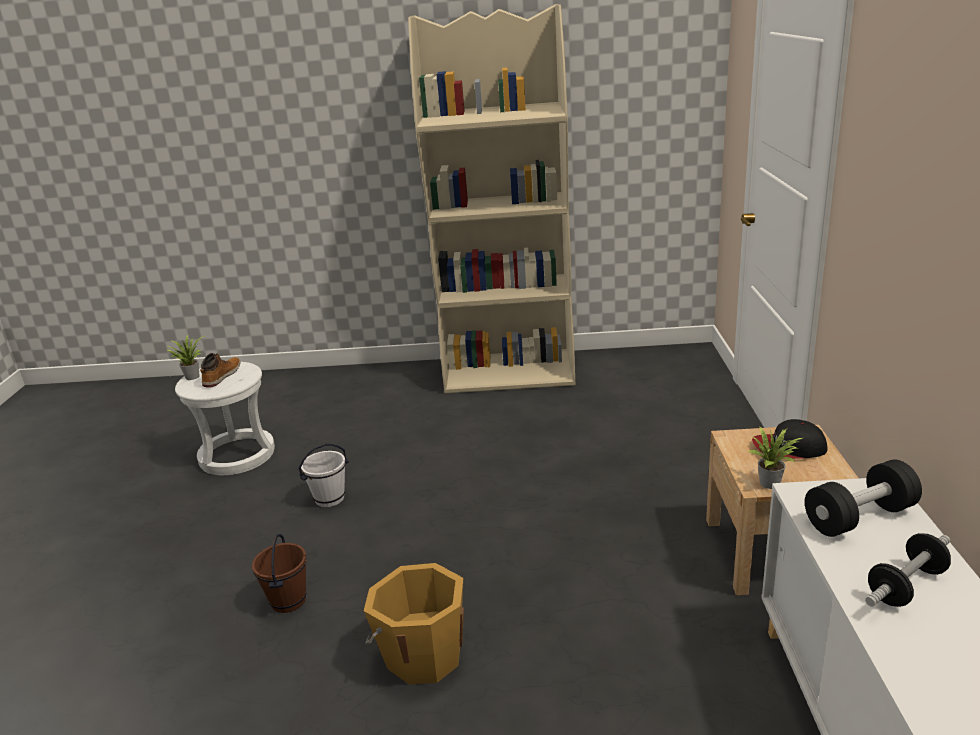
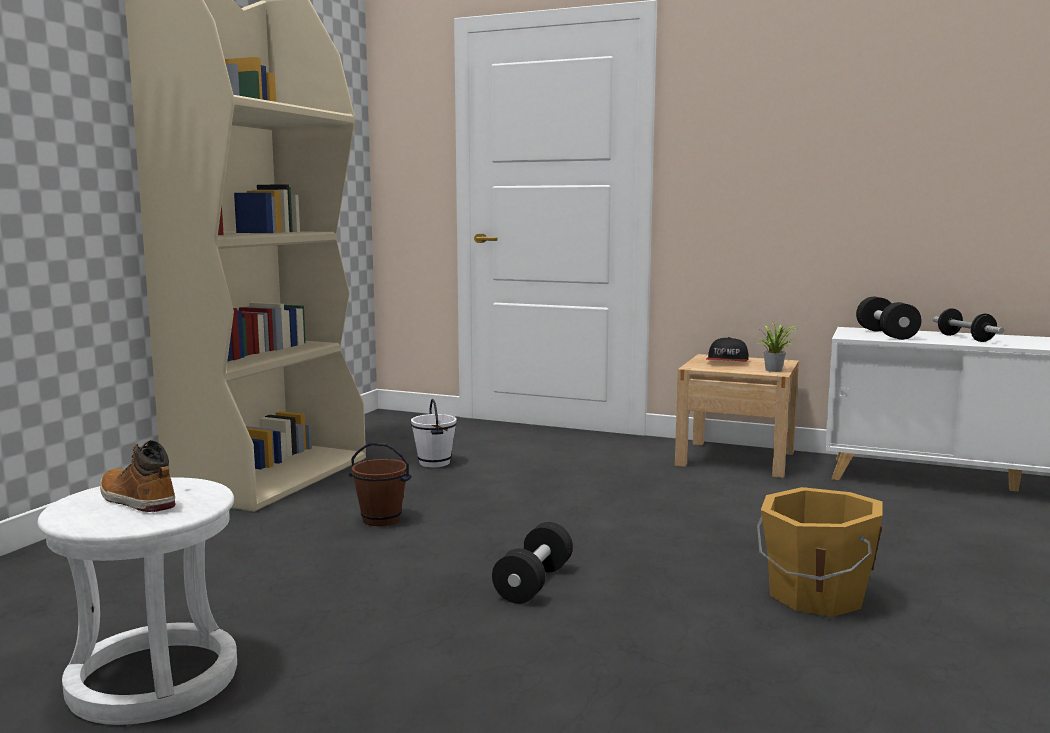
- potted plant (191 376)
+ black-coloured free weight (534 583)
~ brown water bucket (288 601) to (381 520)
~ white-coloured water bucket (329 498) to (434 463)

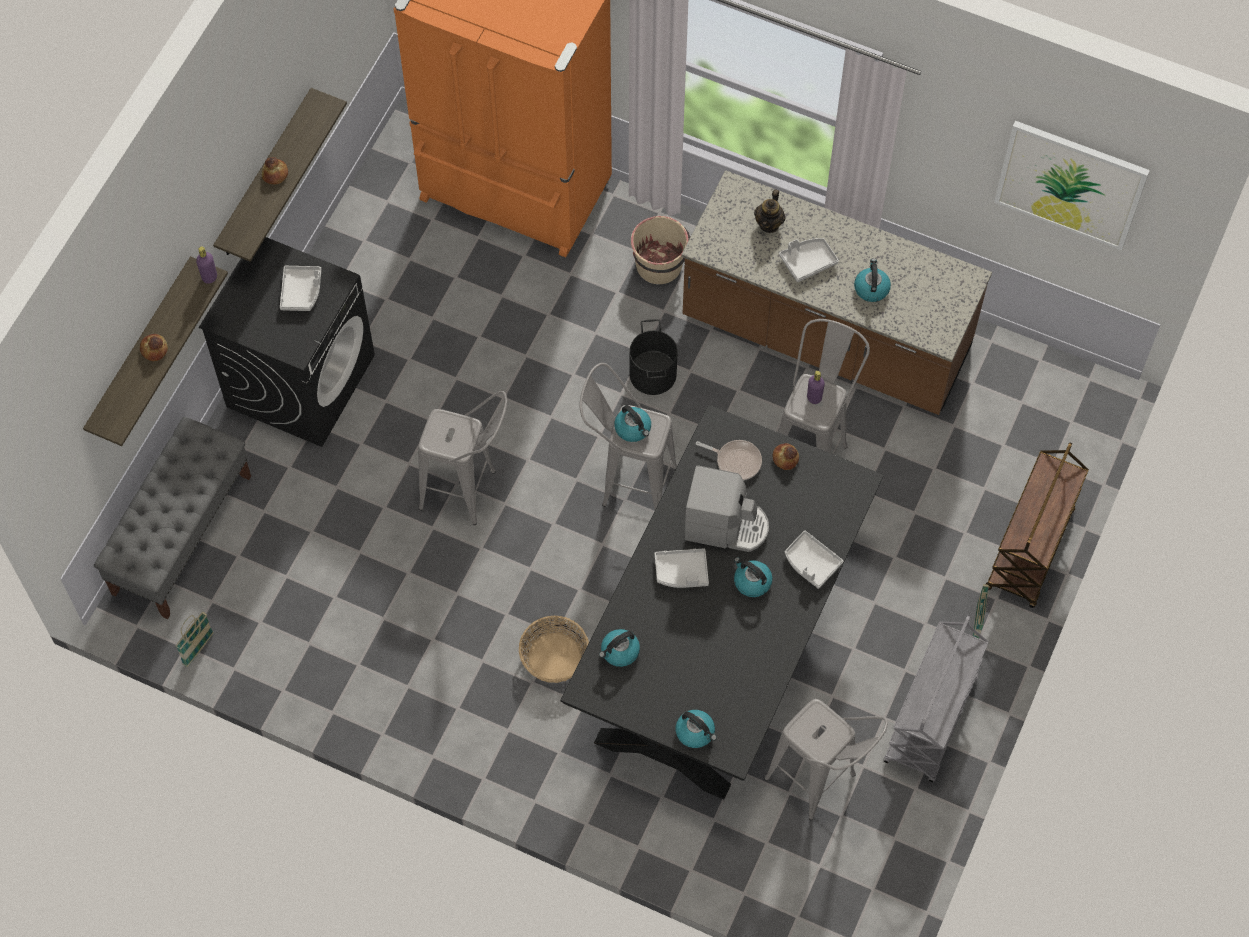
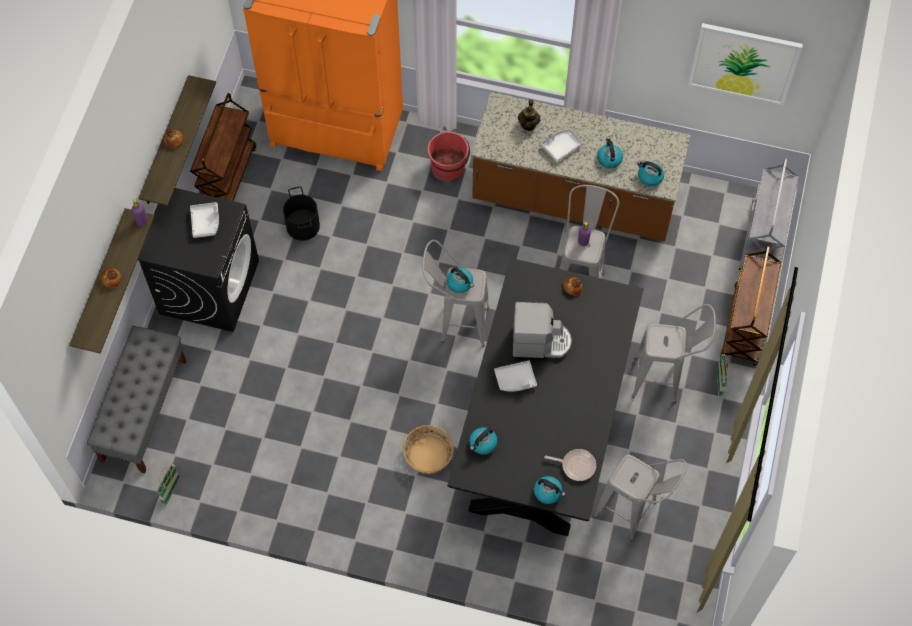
- gray serving tray (811 563)
+ brown wheeled cart (227 176)
~ gray stool seat (470 494) to (664 380)
~ black-coloured water bucket (652 374) to (302 226)
~ skillet (736 461) to (576 465)
~ kettle (751 582) to (649 177)
~ gray wheeled cart (930 721) to (763 240)
~ beige-coloured water bucket (659 266) to red water bucket (448 167)

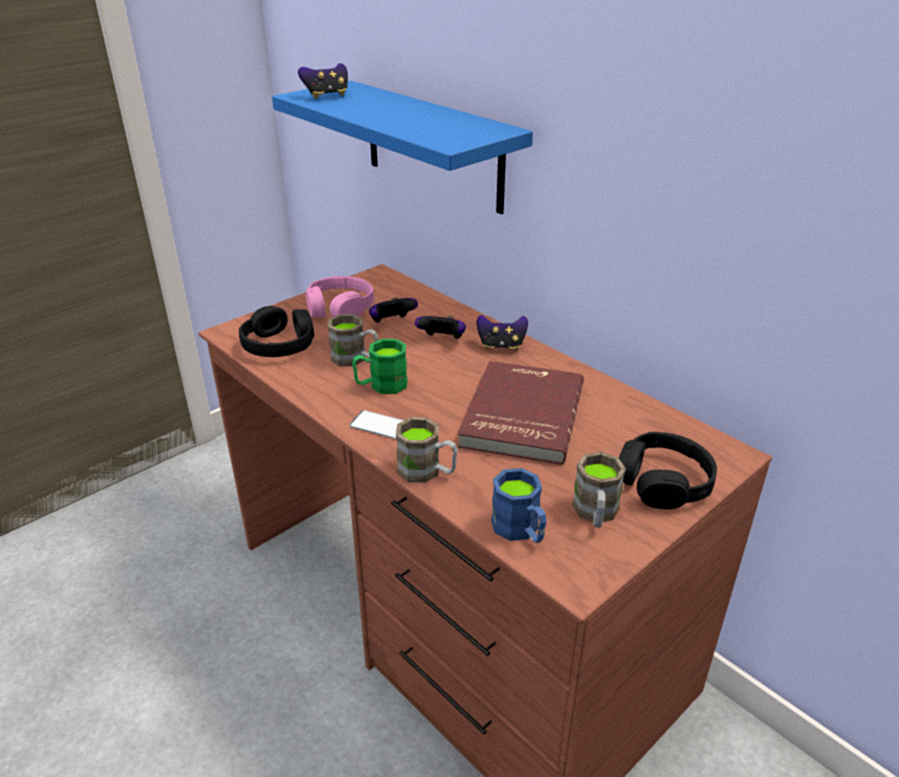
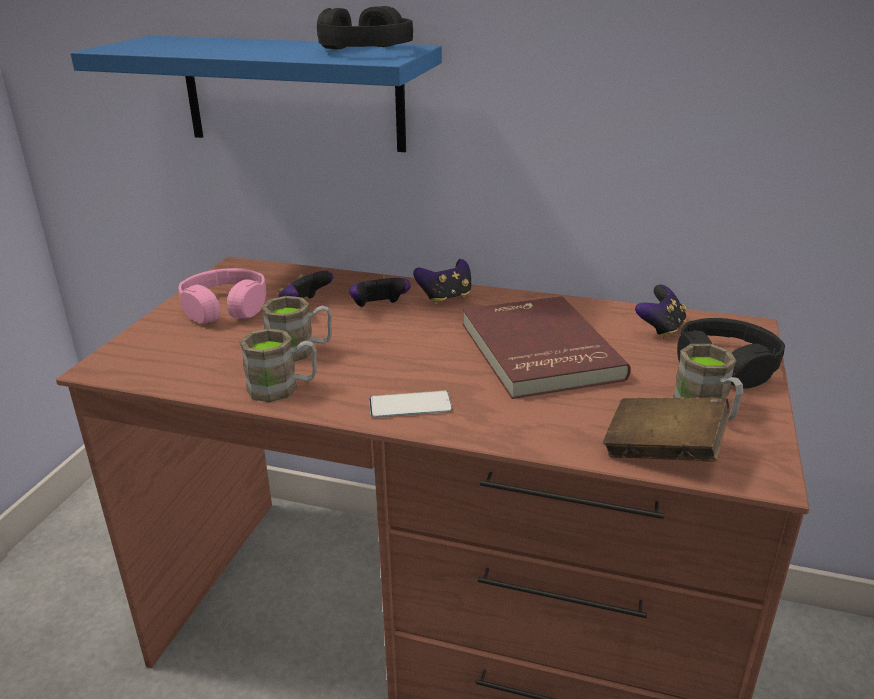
- greenish tea mug (381 385)
~ black-coloured headphones (279 344) to (364 50)
~ joypad (326 96) to (660 329)
~ brown tea mug (427 471) to (283 388)
~ blue-coloured tea mug (520 530) to brown volume (662 452)

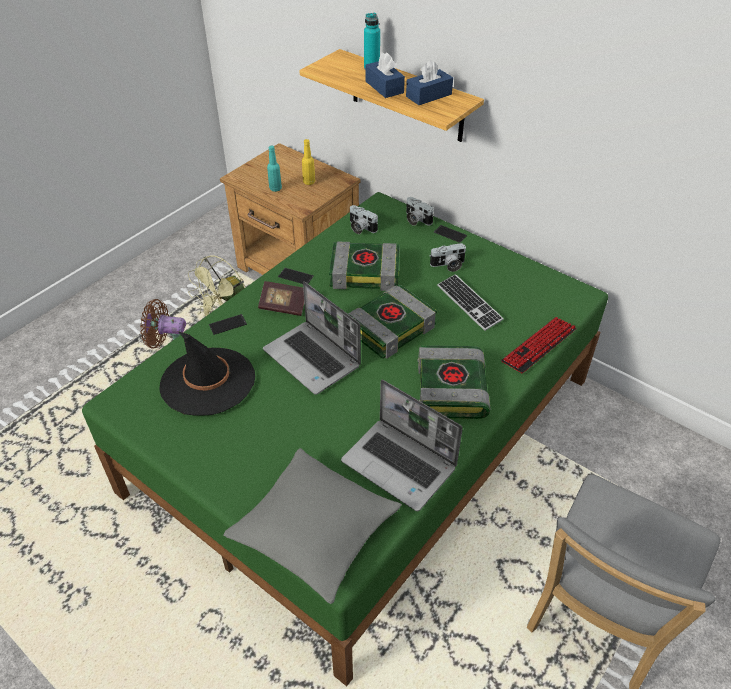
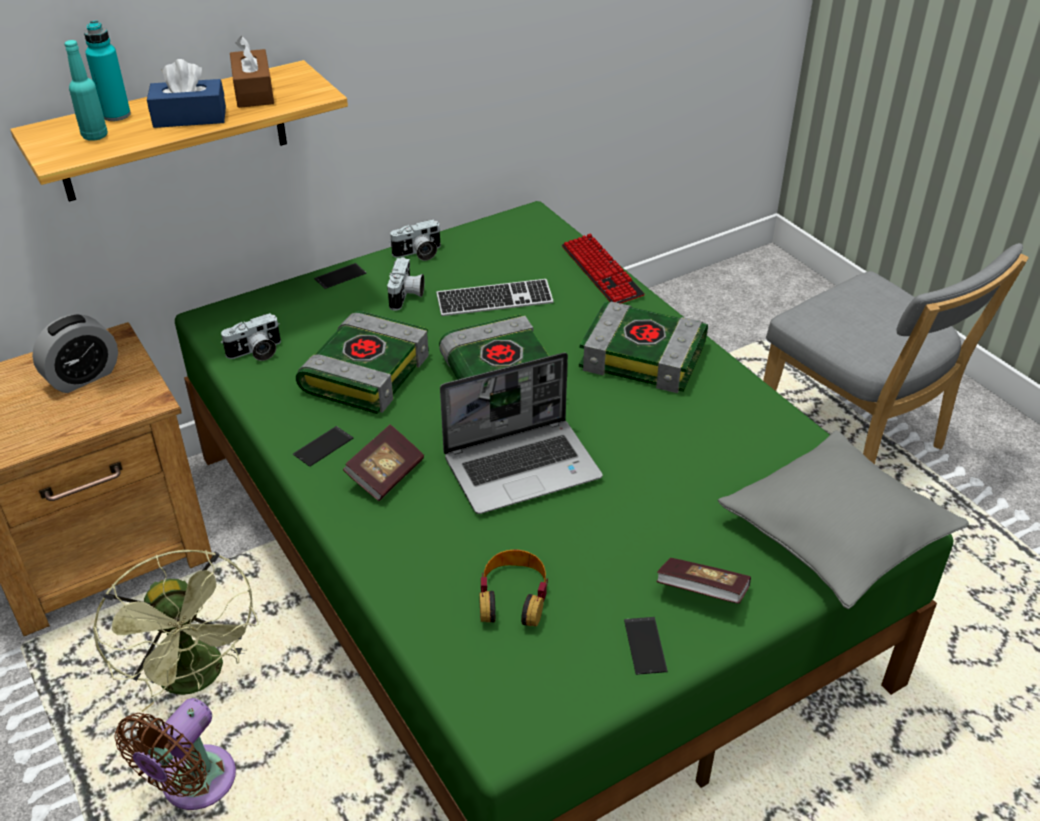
- notebook computer (400 465)
+ volume (701 592)
~ handset (228 324) to (645 645)
~ turquoise-coloured drink bottle (275 188) to (95 136)
~ photo camera (416 219) to (418 254)
~ black-coloured wearable hat (207 381) to headphones (513 596)
~ yellow drink bottle (309 182) to alarm clock (83 377)
~ blue-coloured box of tissues (428 95) to brown box of tissues (254 91)

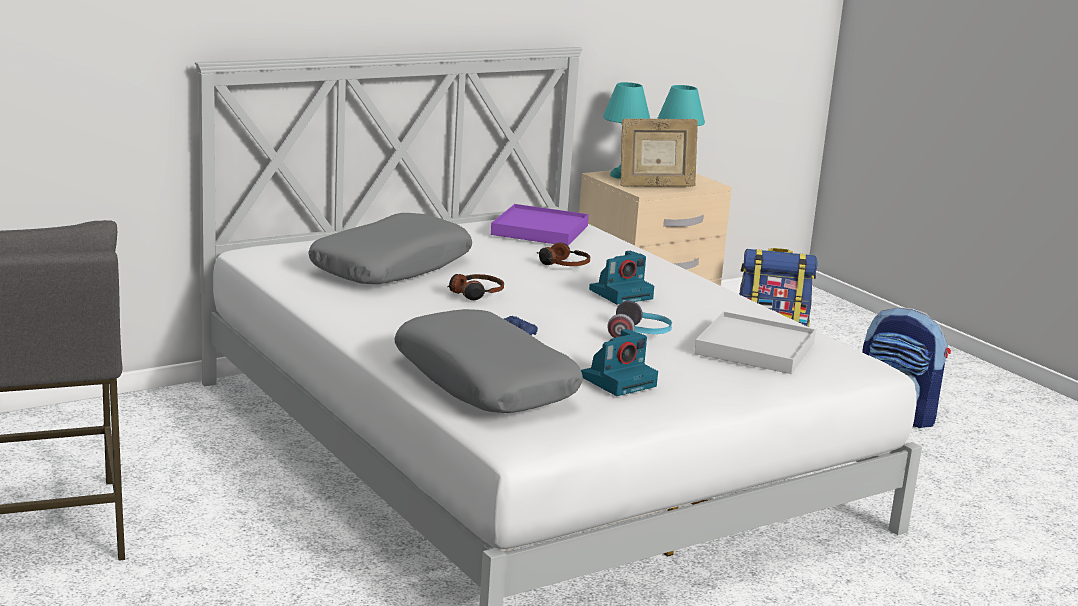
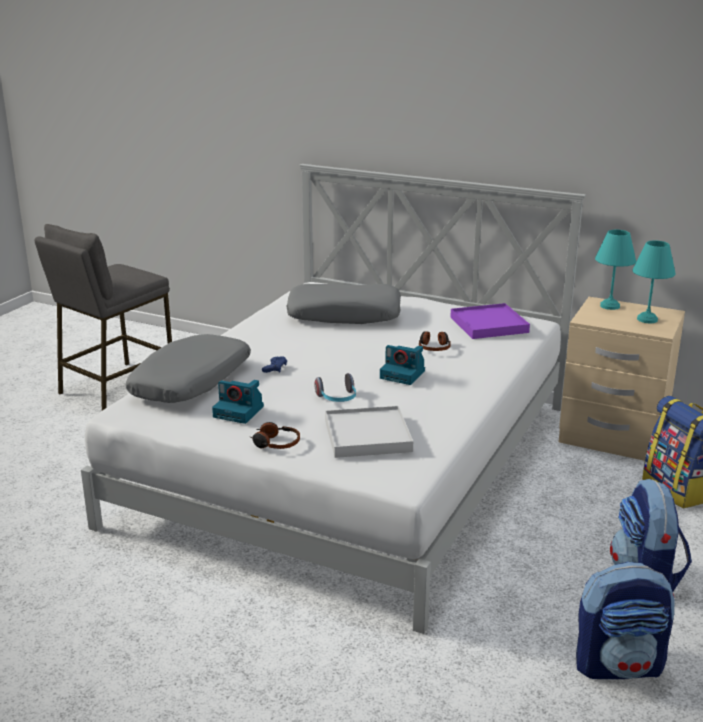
- picture frame (655 186)
+ rucksack (619 665)
~ headphones (475 293) to (275 443)

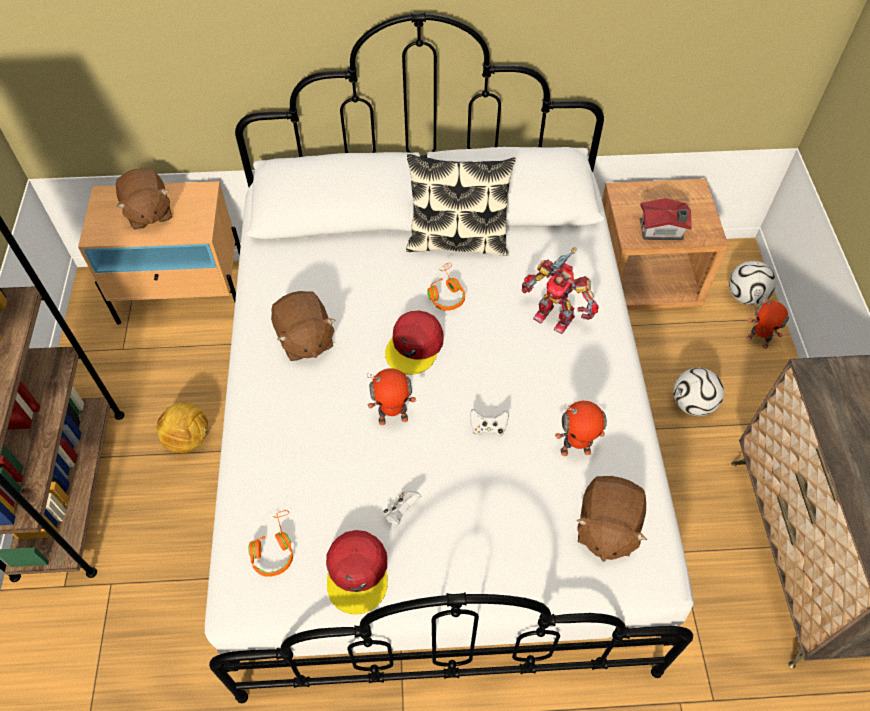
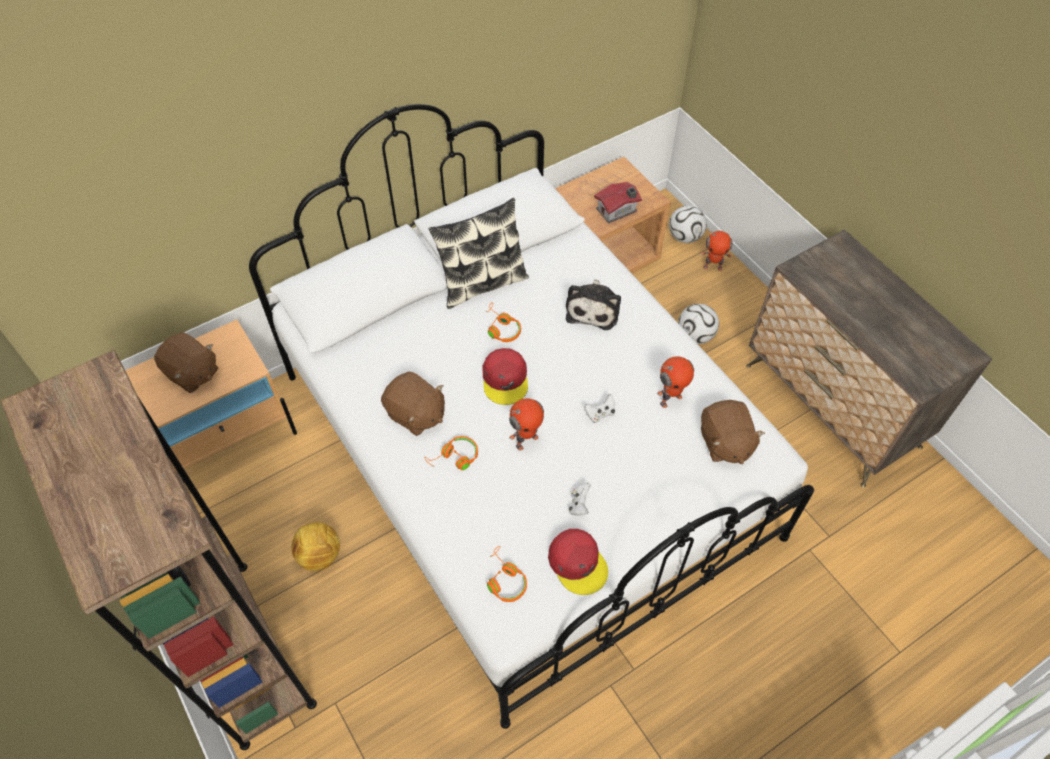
+ orangey headphones (454 458)
~ toy robot (555 316) to cuddly toy (593 309)

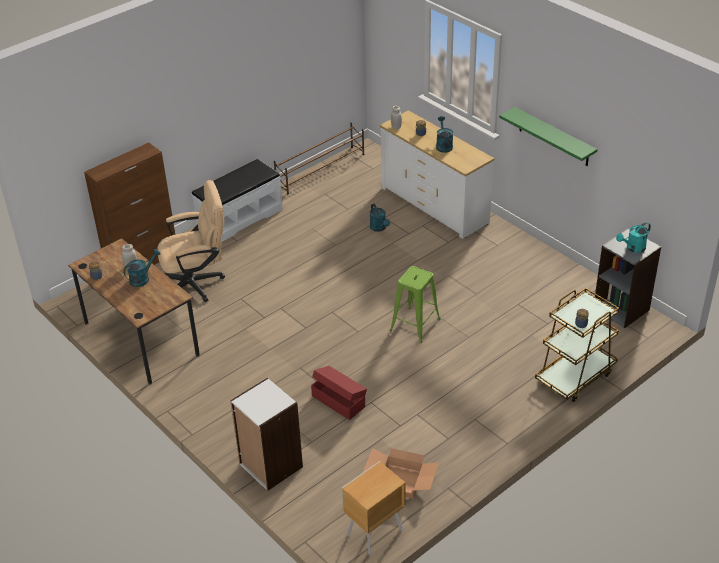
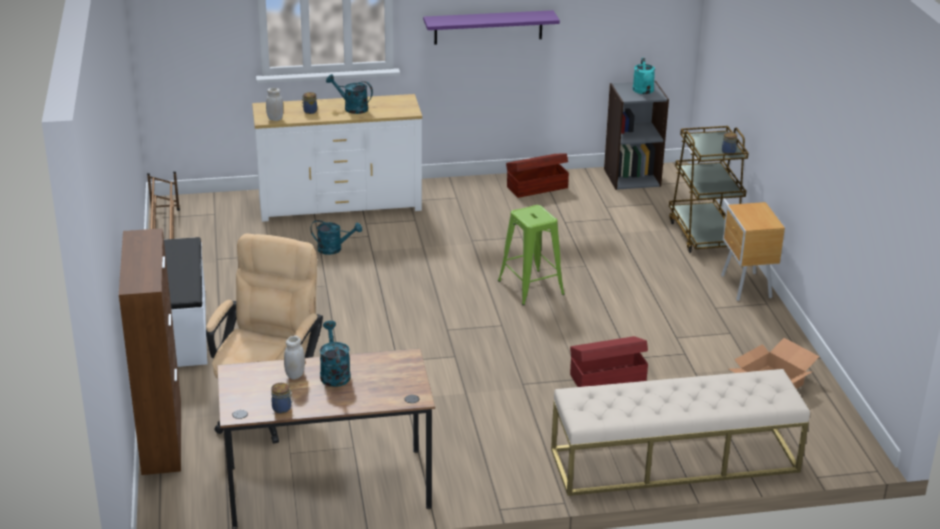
+ brown storage container (536 187)
~ brown nightstand (373 532) to (745 288)
~ white-coloured bookshelf (270 466) to beige-coloured long seat (674 461)
~ greenish shelf (554 137) to purplish shelf (488 27)

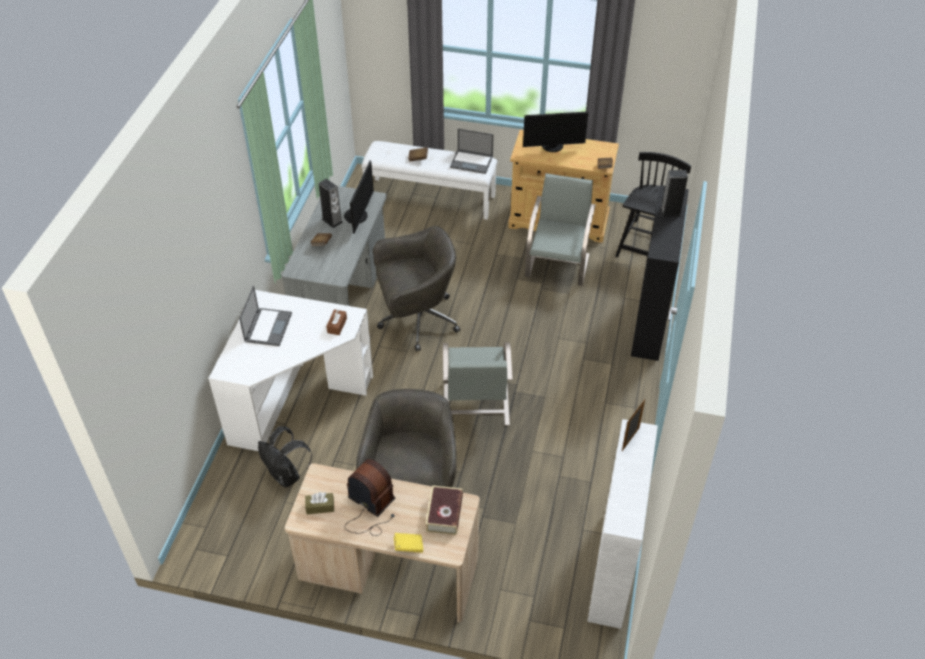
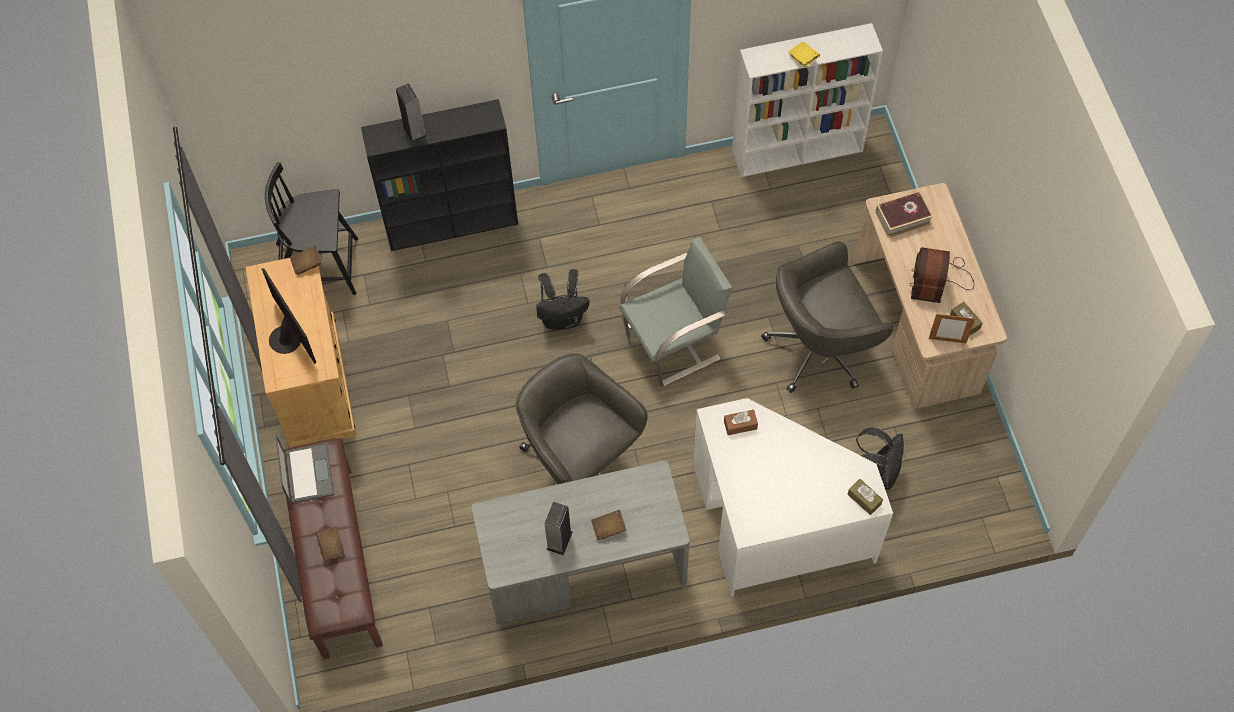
- notebook computer (268 327)
- monitor (358 216)
- gray chair (558 265)
+ black-coloured rucksack (563 318)
+ brown box of tissues (864 499)
~ yellow volume (408 547) to (803 59)
~ picture frame (630 439) to (947 340)
~ white-coloured long seat (430 198) to brown long seat (336 561)

